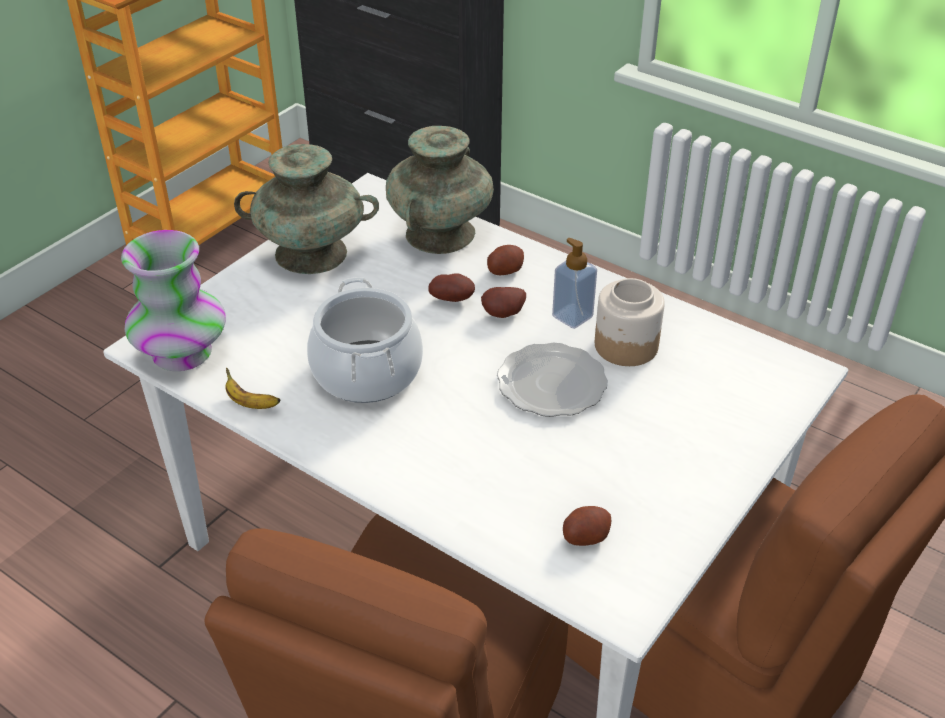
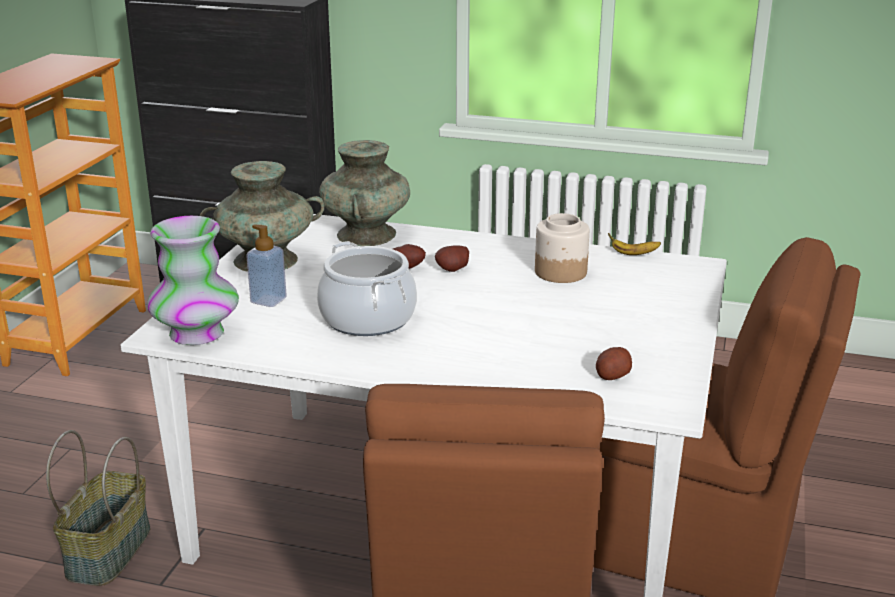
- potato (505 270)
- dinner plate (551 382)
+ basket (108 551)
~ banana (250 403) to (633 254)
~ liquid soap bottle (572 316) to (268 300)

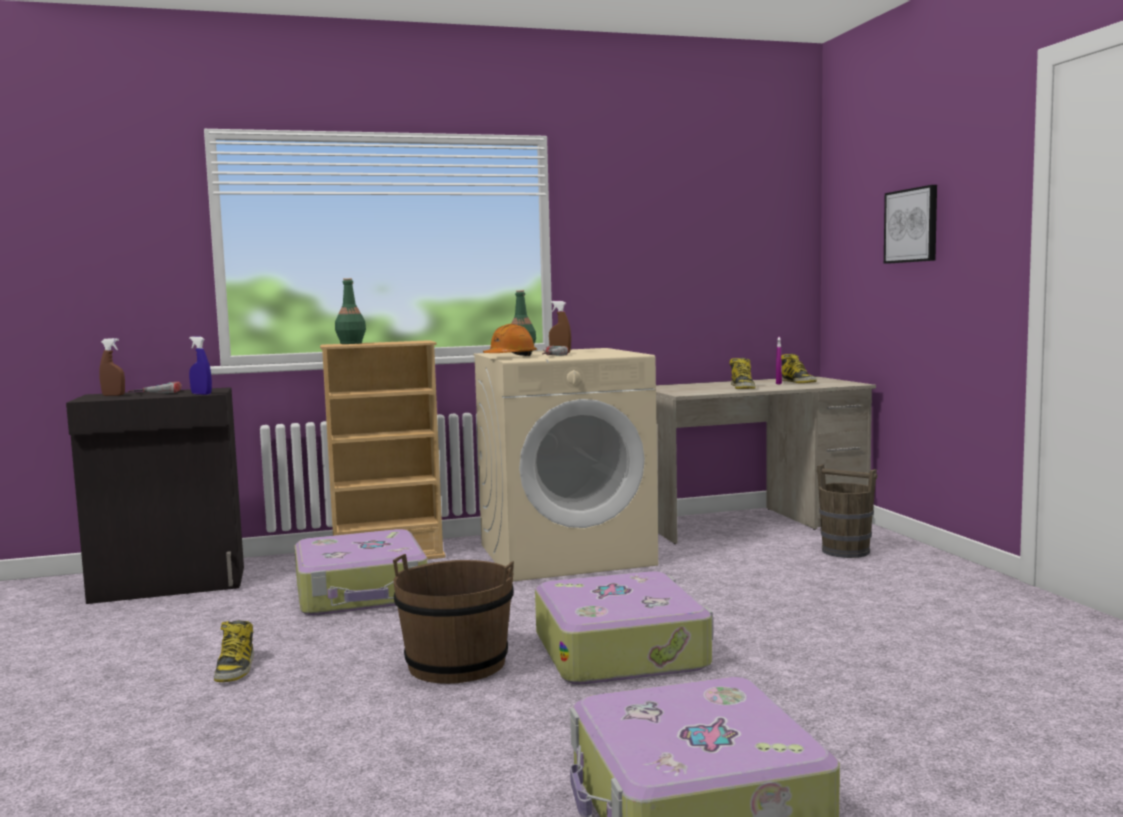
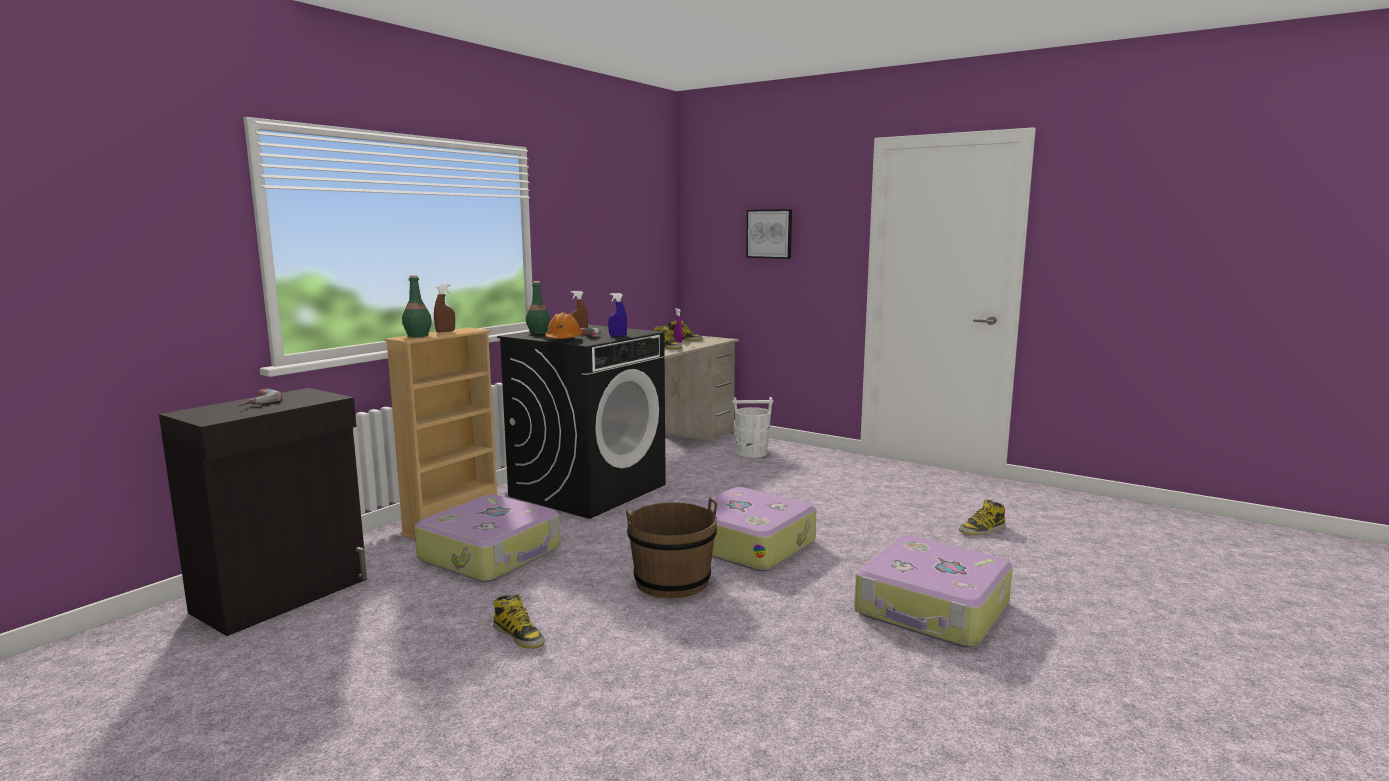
+ high-top boot (982 530)
~ brown hand sprayer (113 395) to (445 331)
~ blue-coloured hand sprayer (201 394) to (617 336)
~ beige-coloured laundry machine (566 554) to black-coloured laundry machine (588 490)
~ brown water bucket (845 551) to white-coloured water bucket (751 453)

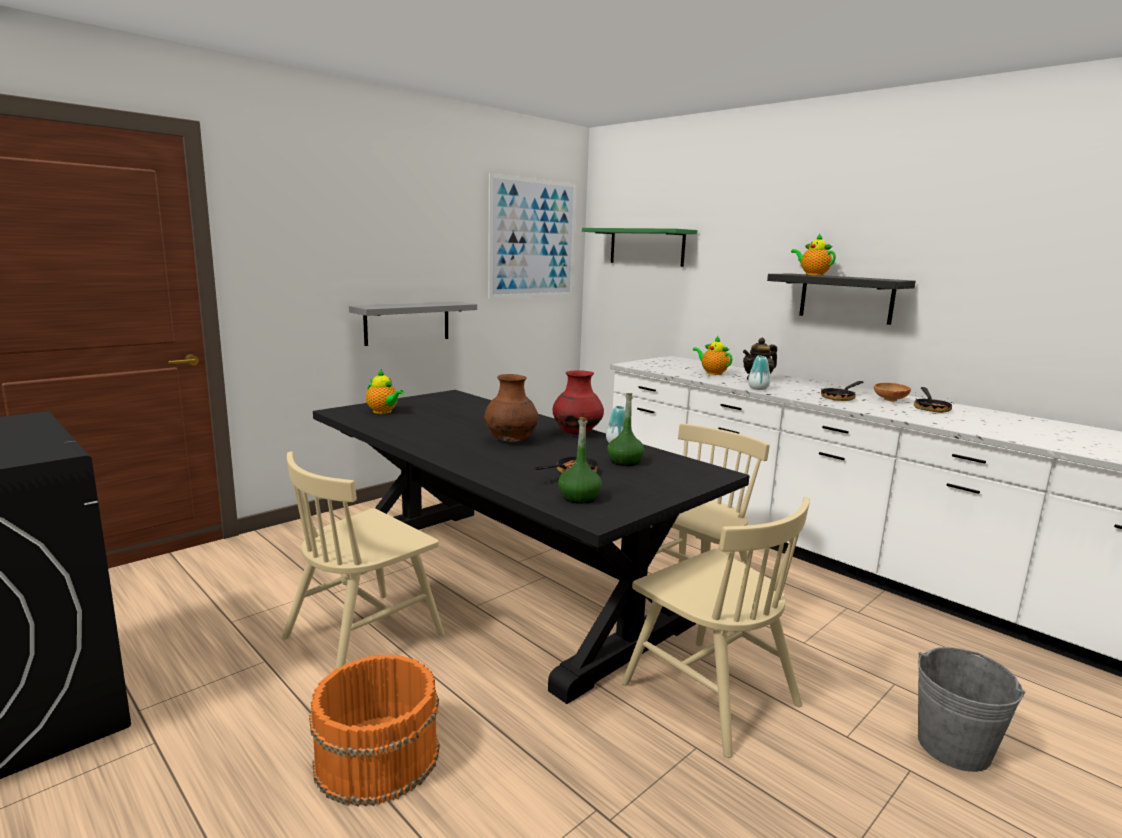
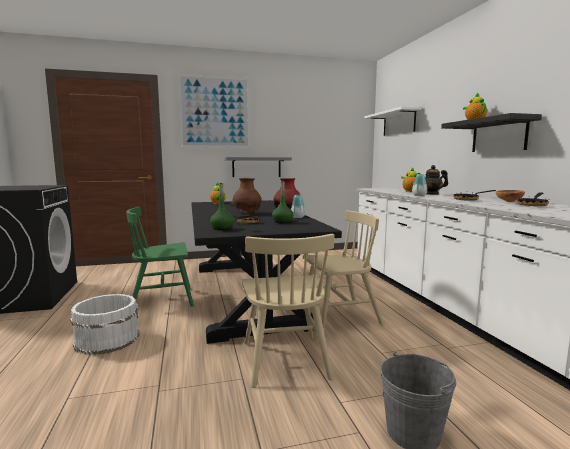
~ wall art (533 239) to (215 112)
~ beige-coloured chair (364 635) to greenish chair (162 300)
~ orangey water bucket (376 756) to white-coloured water bucket (107 339)
~ greenish shelf (646 247) to white-coloured shelf (399 123)

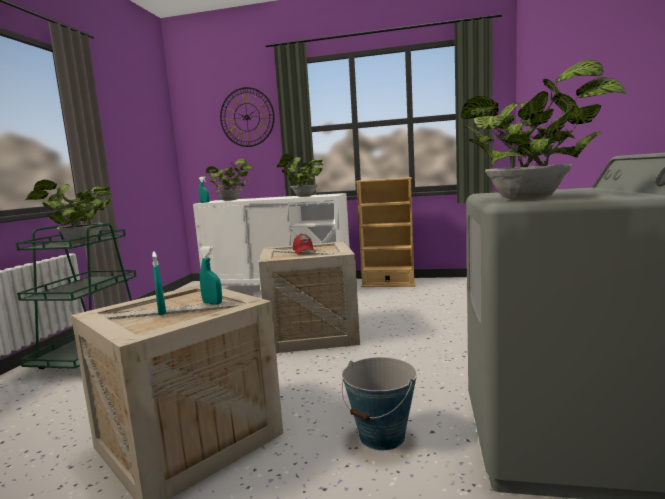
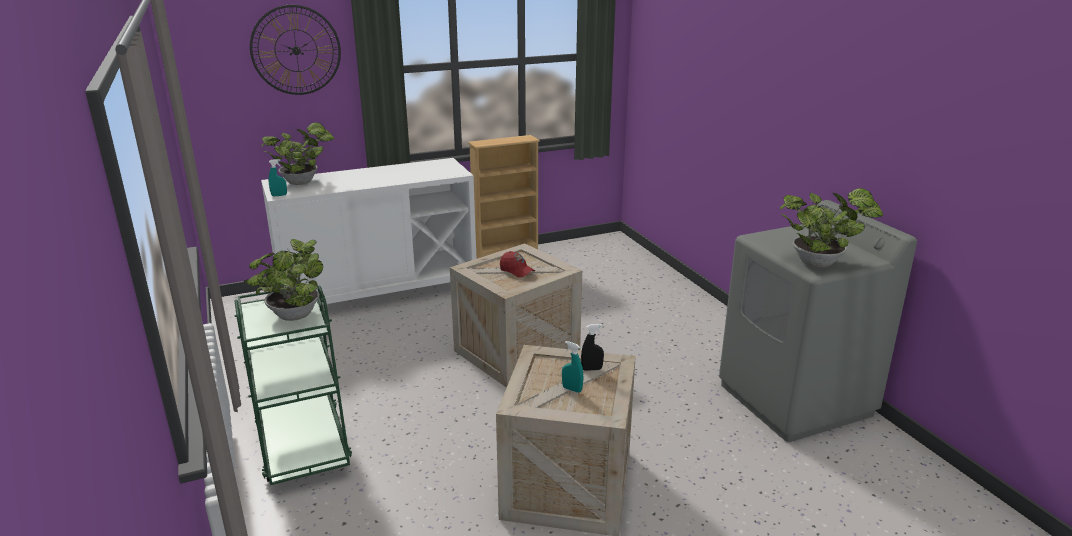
- potted plant (302 196)
- water bucket (382 436)
~ turquoise-coloured hand sprayer (212 303) to black-coloured hand sprayer (592 369)

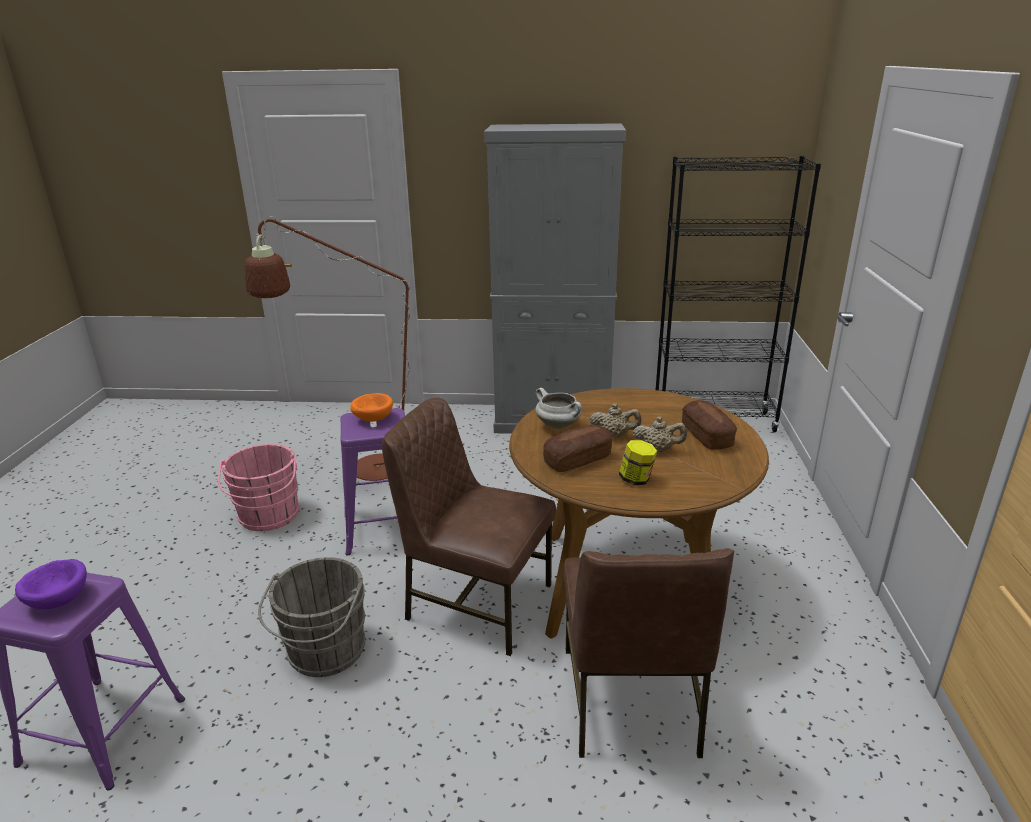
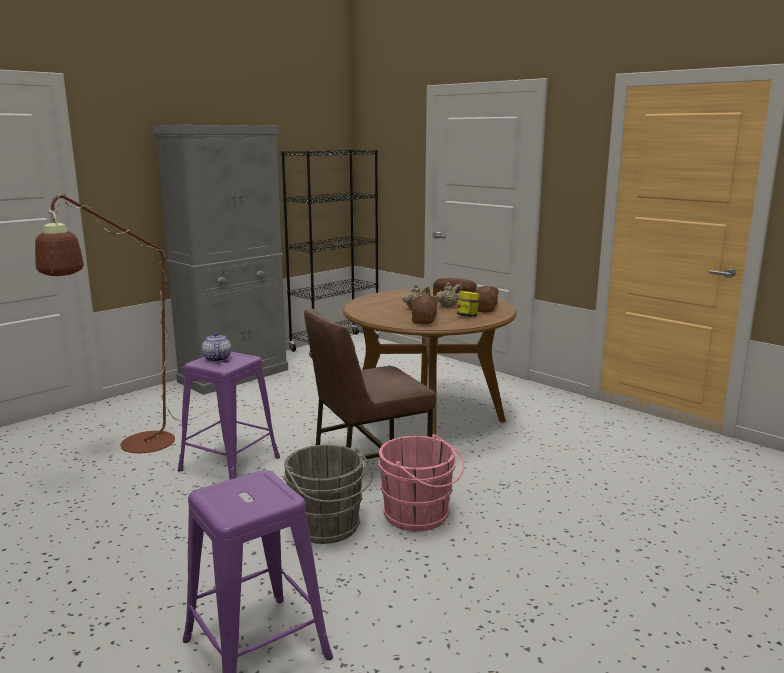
- purplish serving bowl (59 599)
- white-coloured saucepot (559 425)
- brown chair (631 702)
+ bakery bread (485 308)
~ pink water bucket (268 517) to (420 516)
~ orangey serving bowl (373 418) to tea pot (216 359)

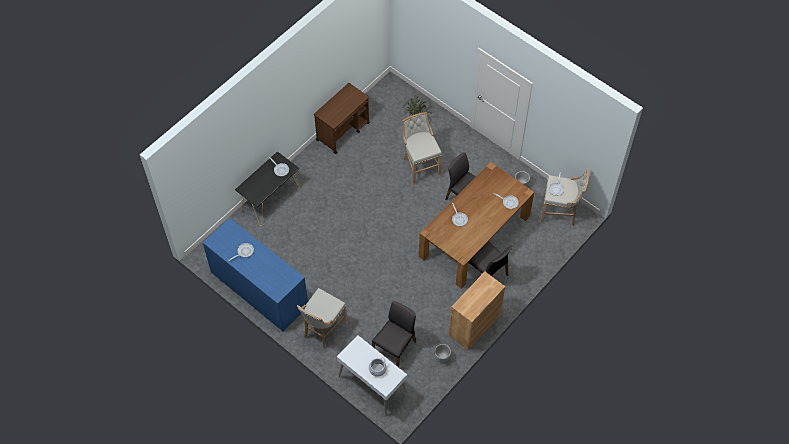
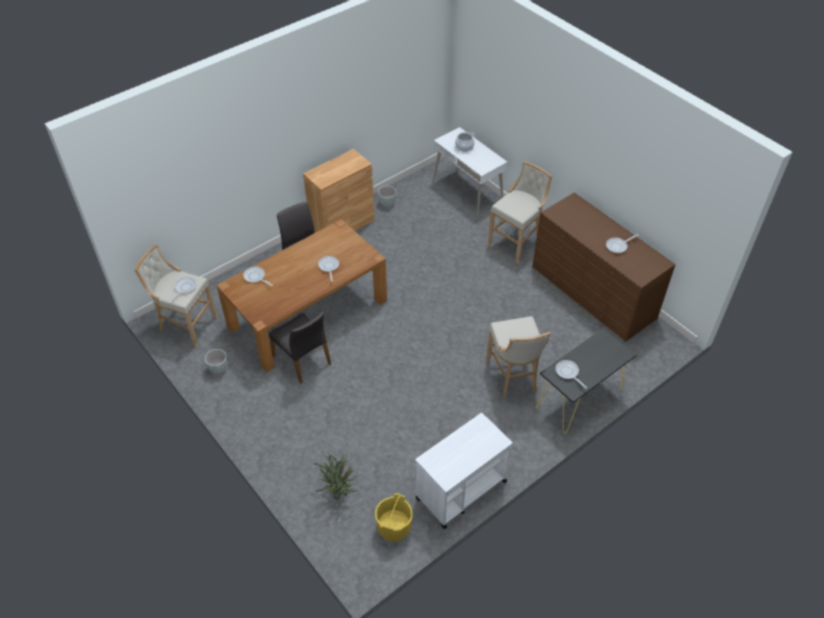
- gray chair (395 347)
+ yellow water bucket (394 527)
~ beige-coloured stool seat (420 166) to (513 377)
~ blue-coloured drawer chest (259 289) to brown drawer chest (593 292)
~ brown wheeled cart (343 131) to white-coloured wheeled cart (460 490)

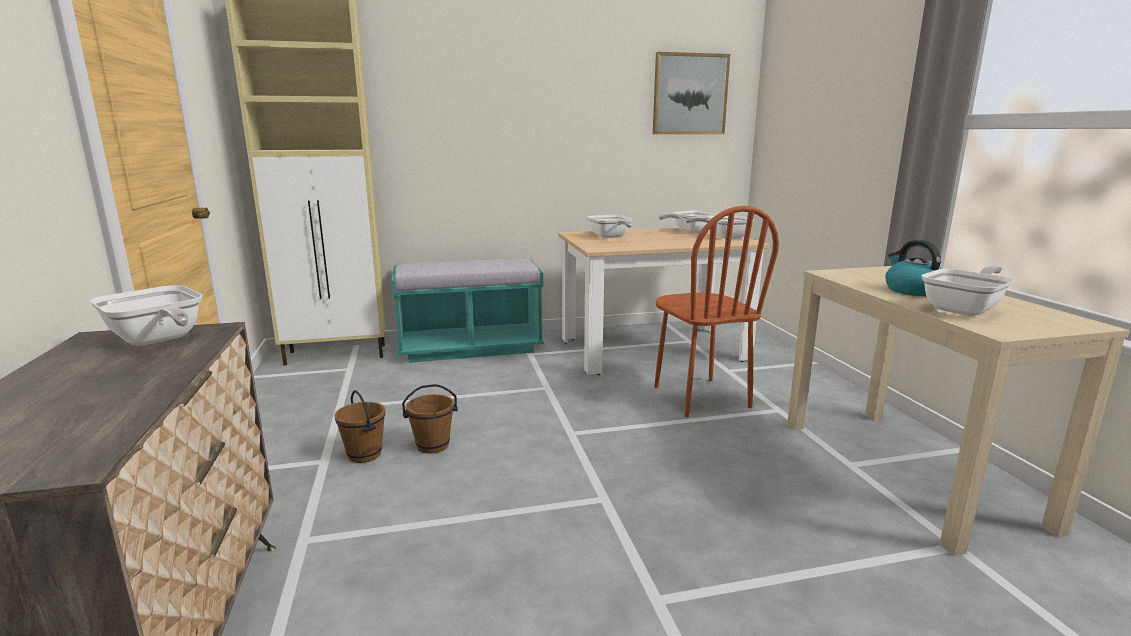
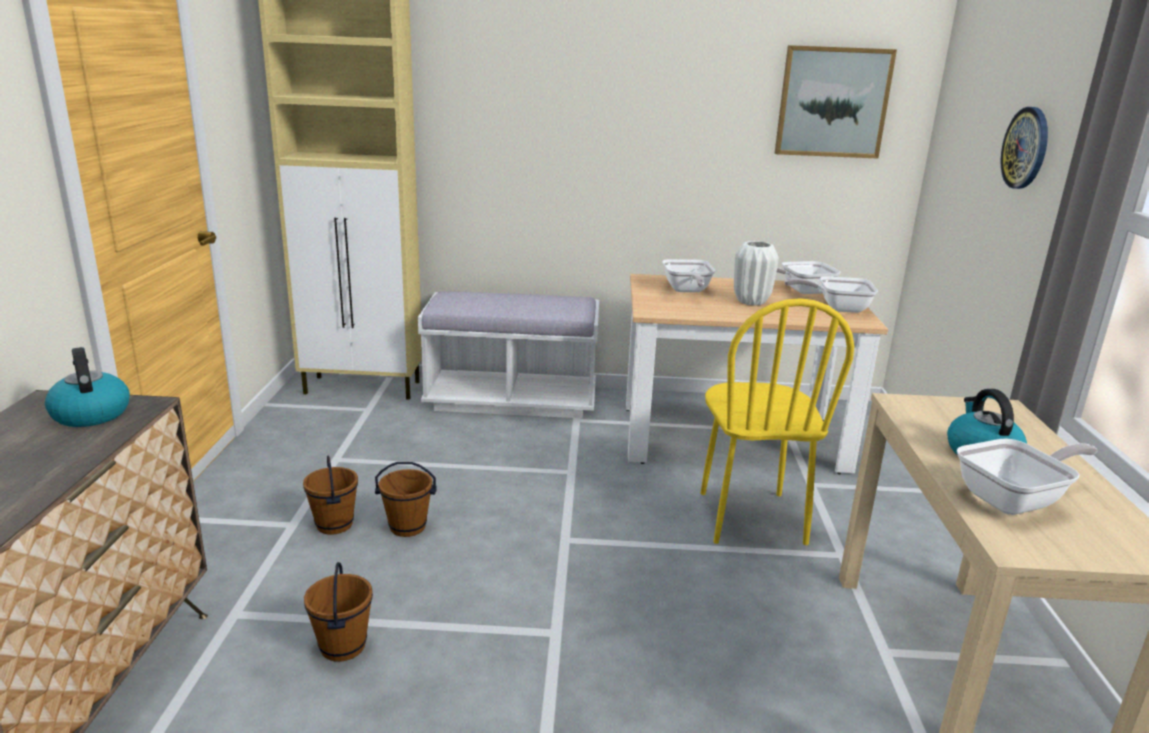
+ brown water bucket (342 647)
+ white-coloured flower vase (751 301)
+ clock on the wall (1026 148)
~ skillet (157 341) to kettle (90 414)
~ turquoise-coloured long seat (470 347) to white-coloured long seat (511 400)
~ brown chair (700 397) to yellow chair (750 517)

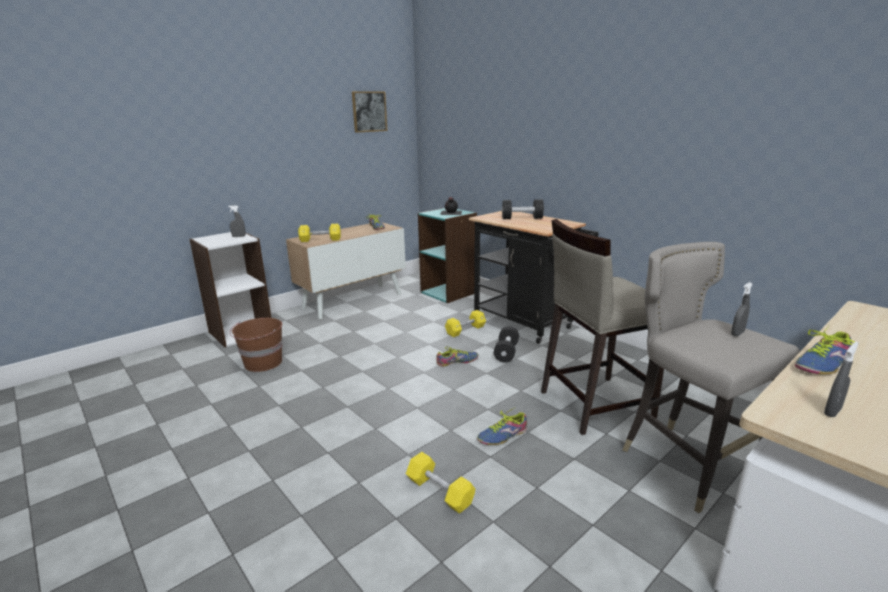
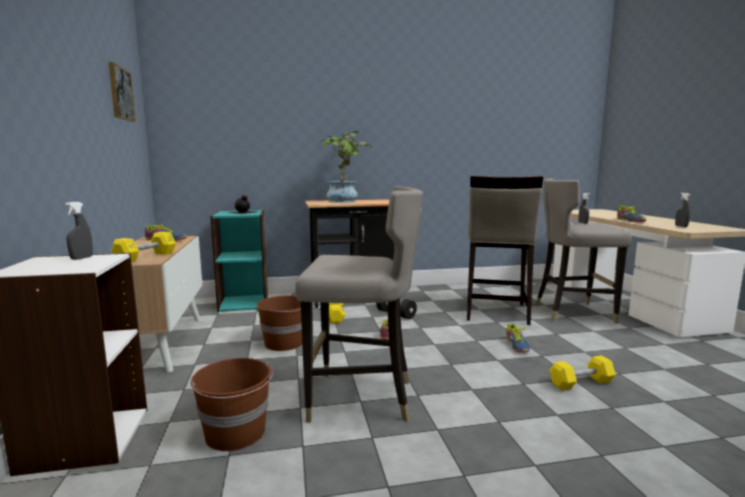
+ brown water bucket (285 343)
+ gray stool seat (361 398)
~ black-coloured free weight (522 218) to potted plant (345 201)

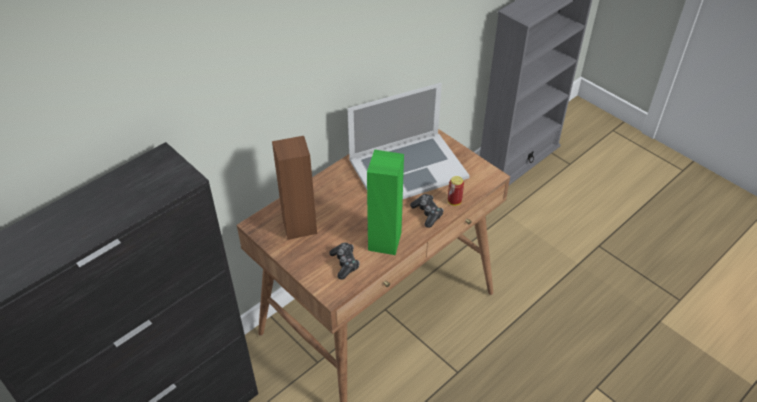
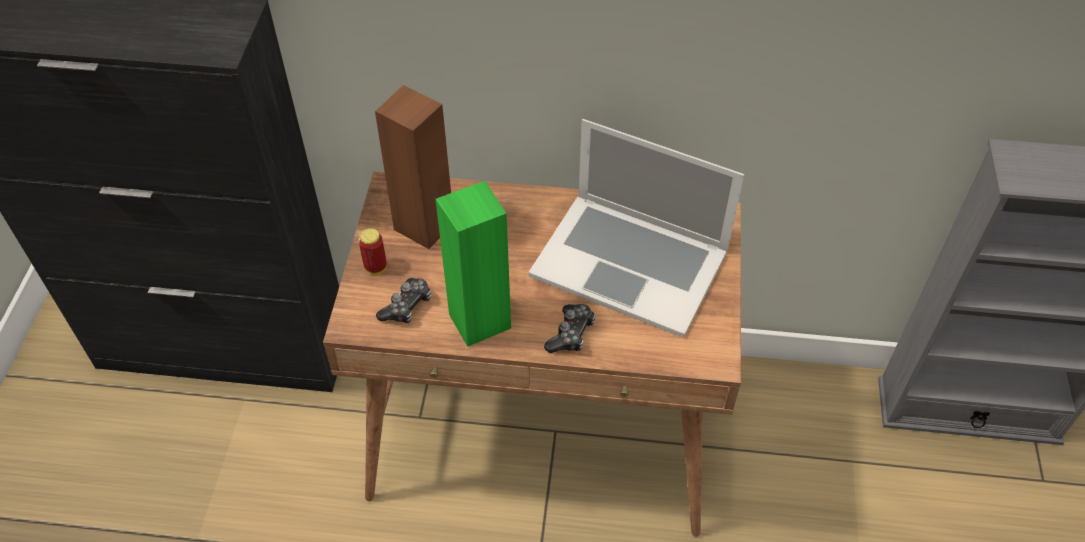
~ sealed can (454 202) to (375 267)

